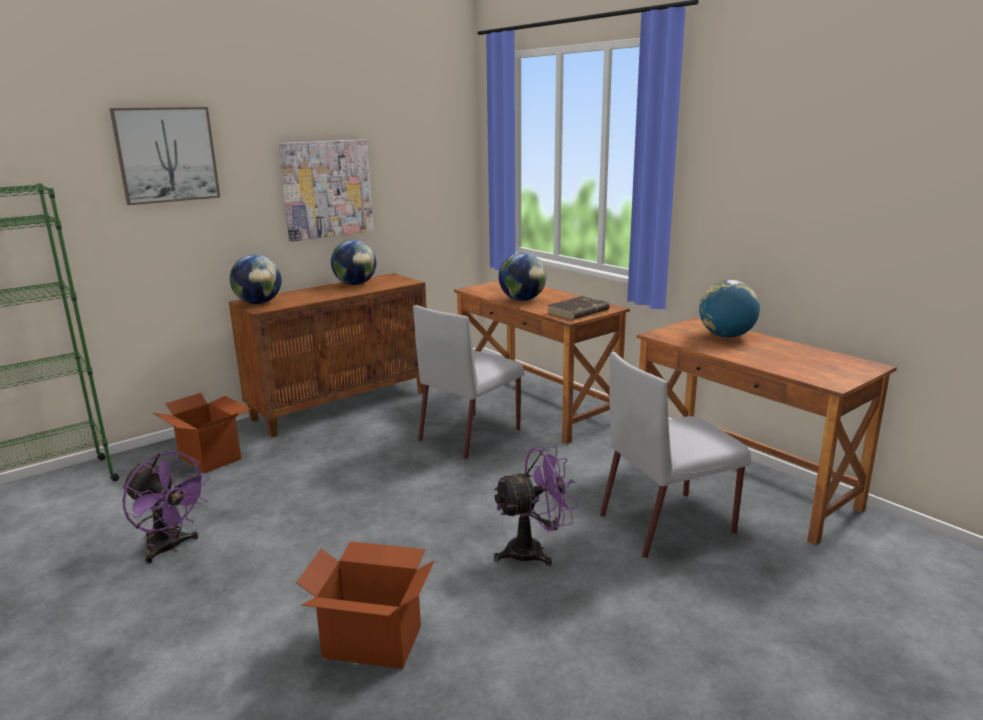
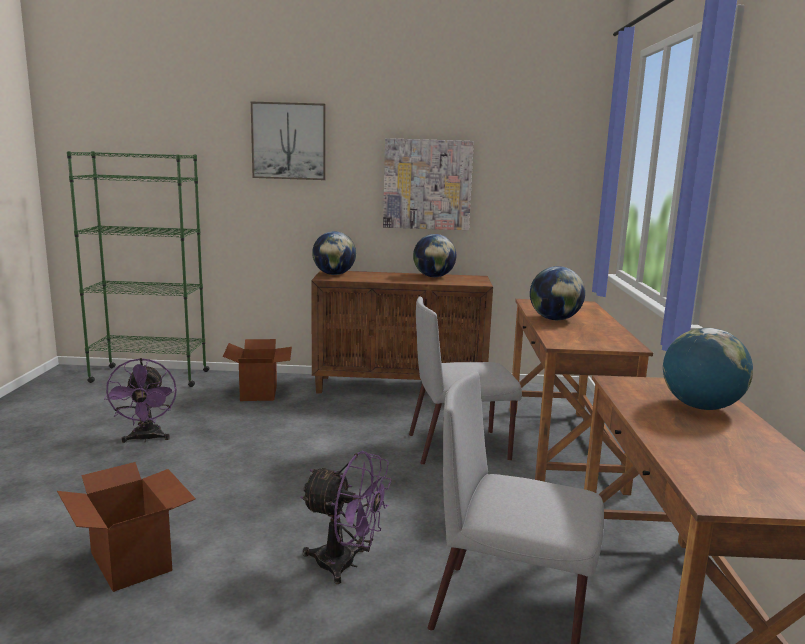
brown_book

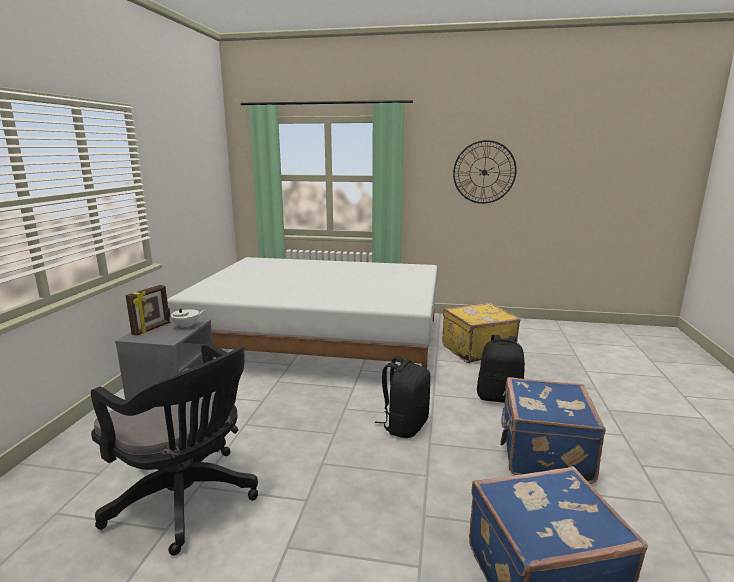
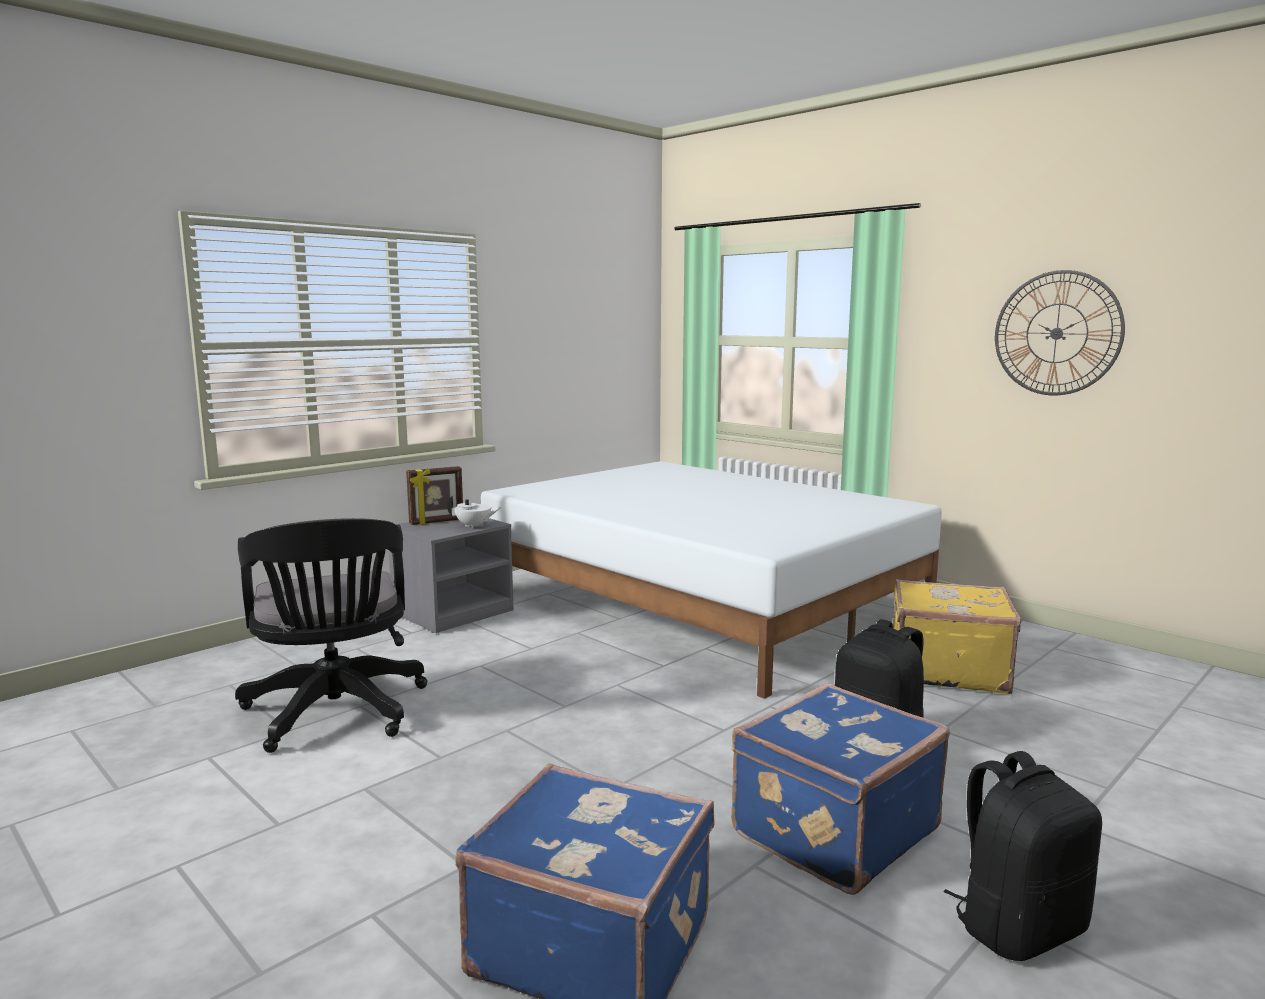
black_backpack (2nd from left)

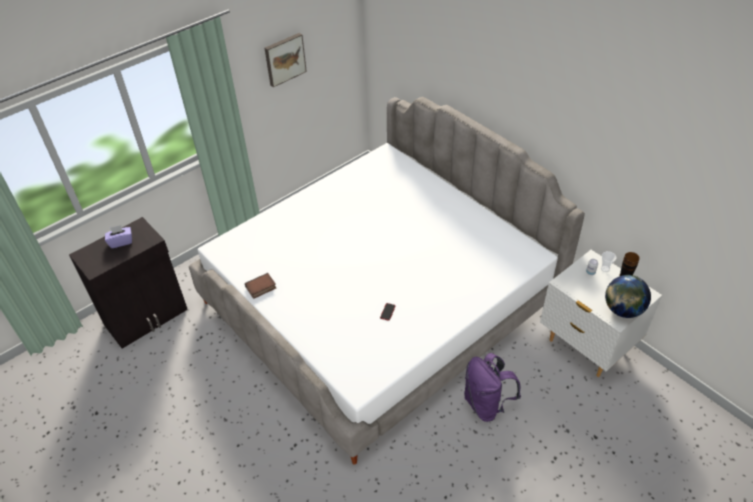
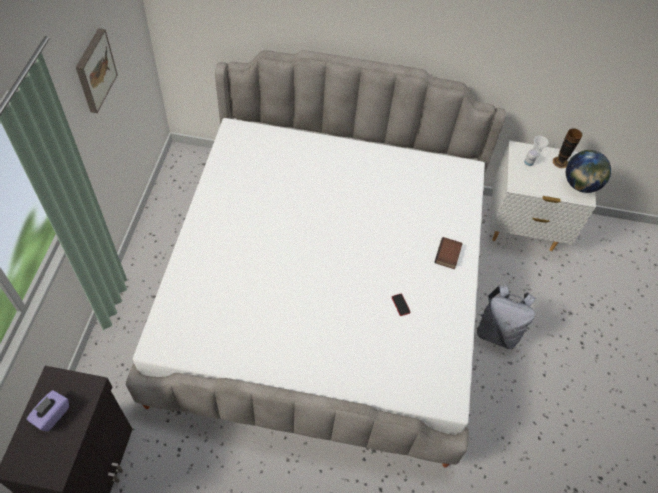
book
grey_backpack

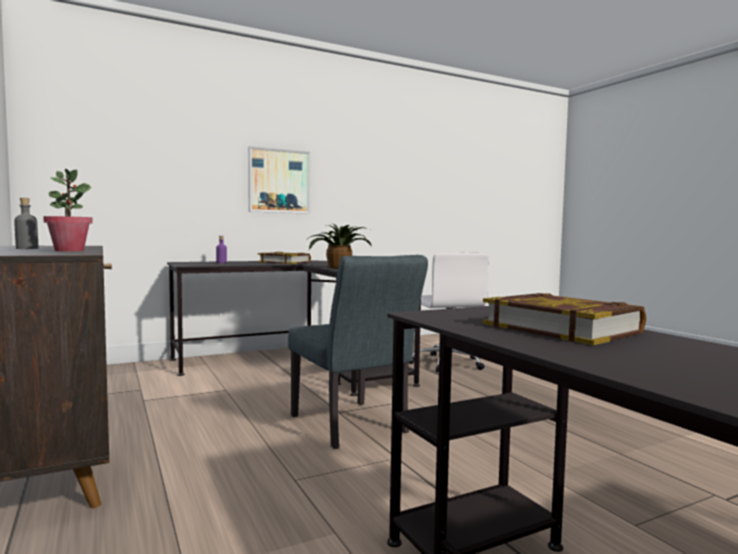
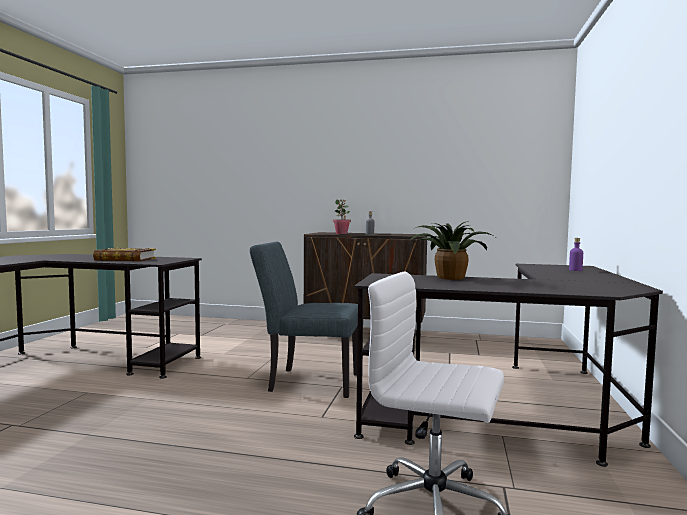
picture
book (1st from left in the first image)

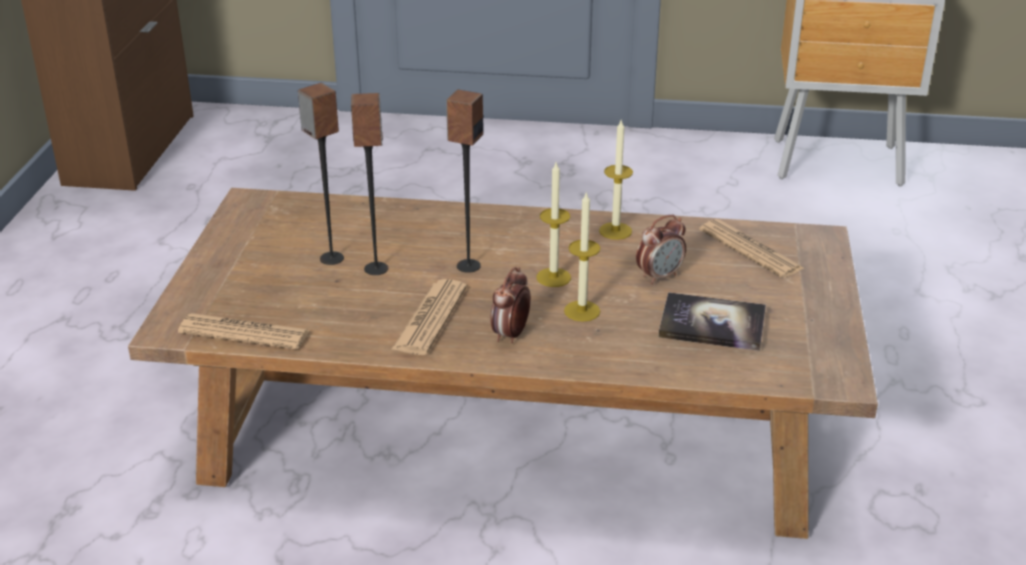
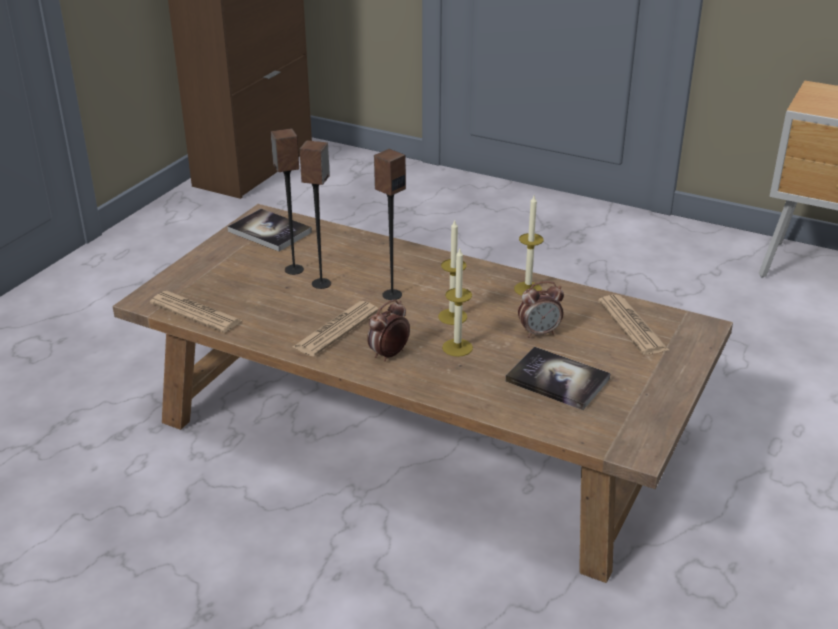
book (1st from left)

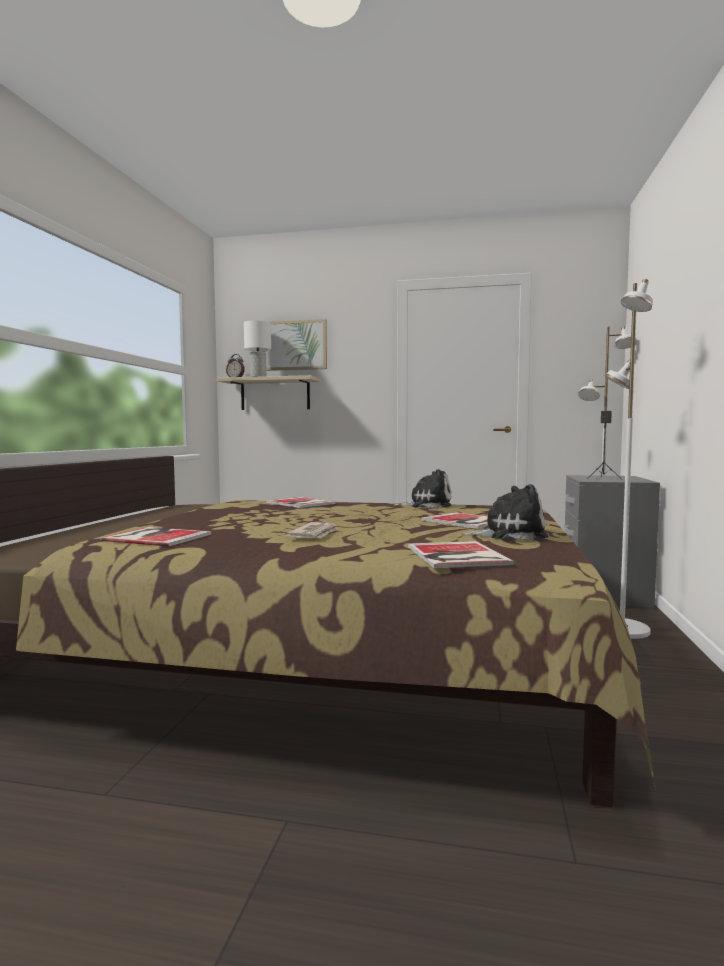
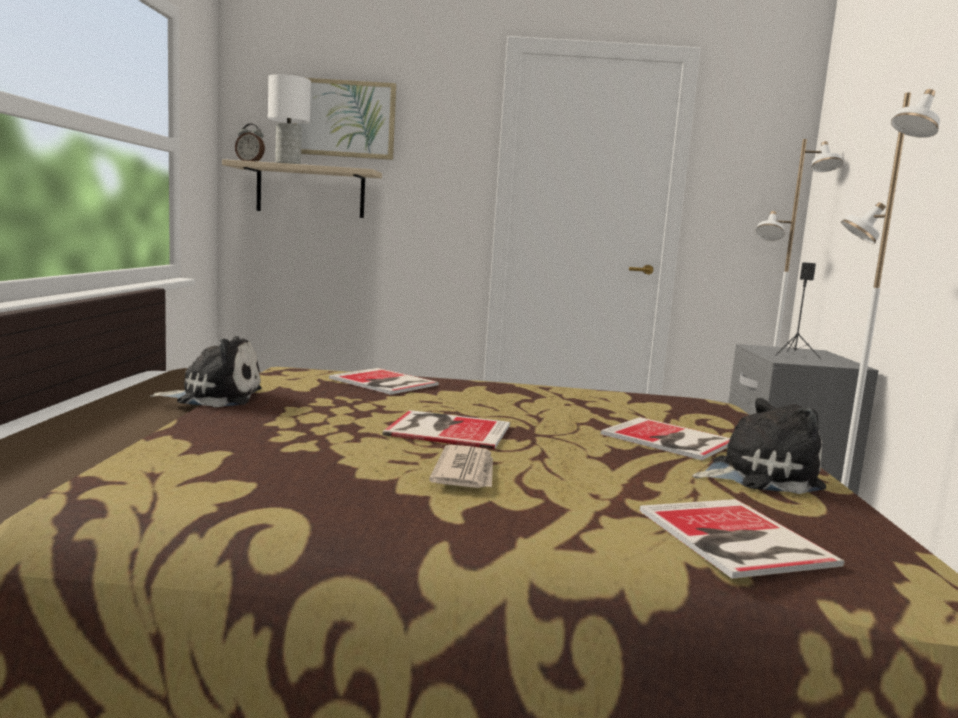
plush_toy (1st from left)
book (2nd from left)

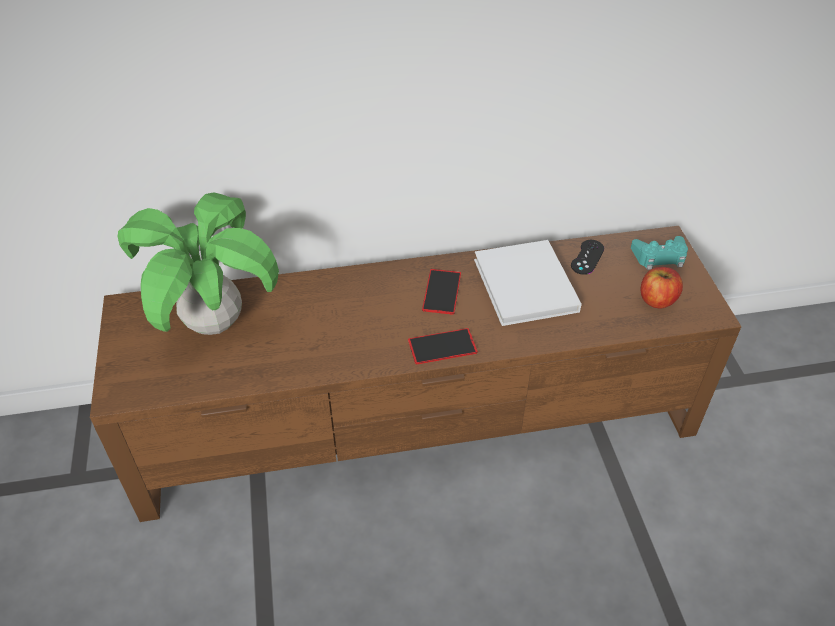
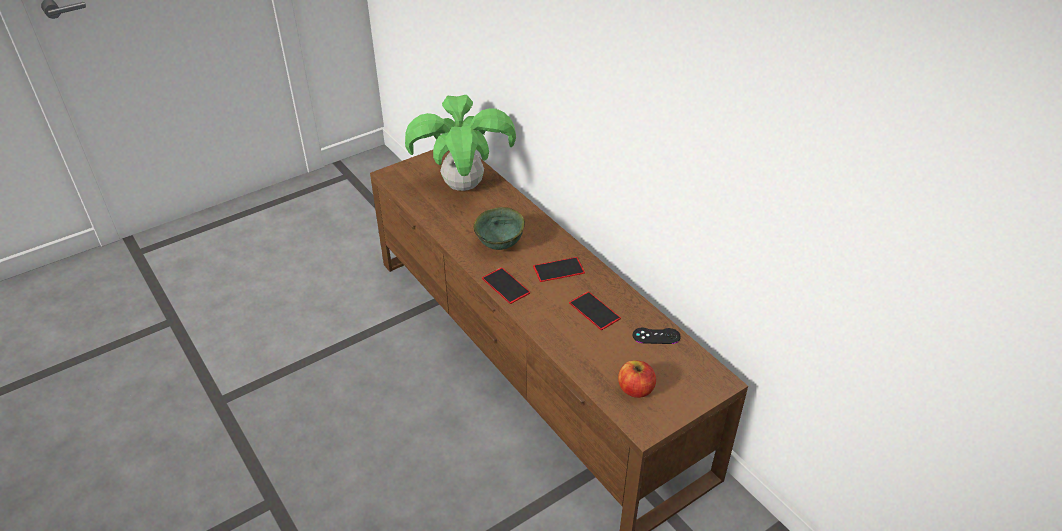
turquoise_game_controller
phone (3rd from left)
green_bowl

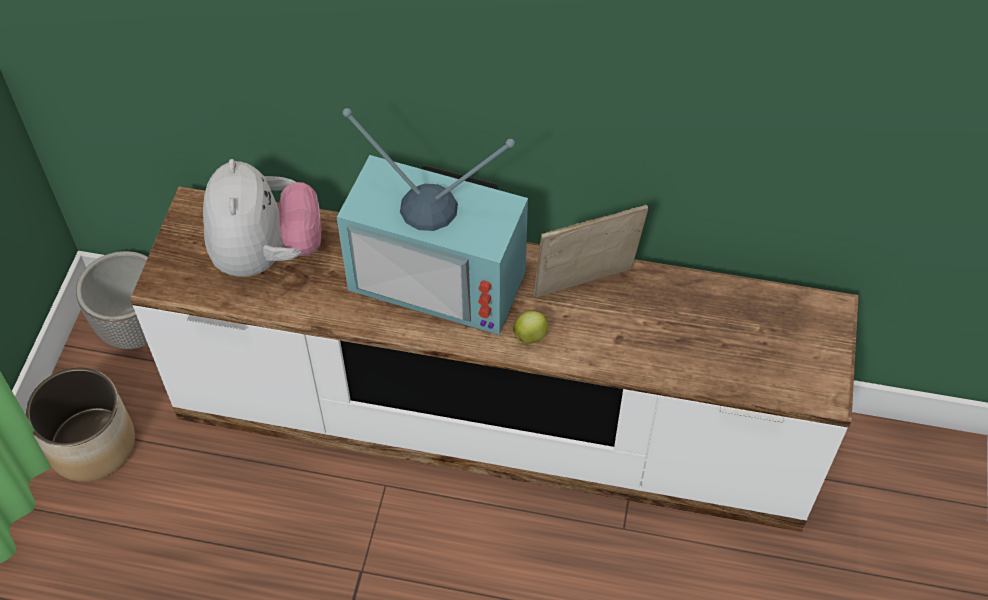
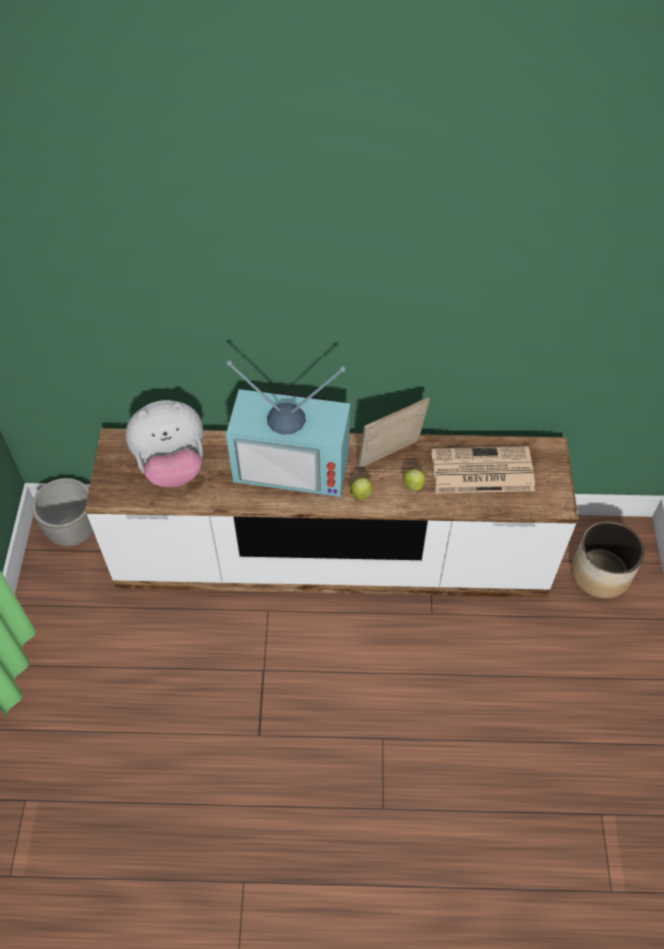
plush_toy
planter (2nd from left)
newspaper
apple (2nd from left)

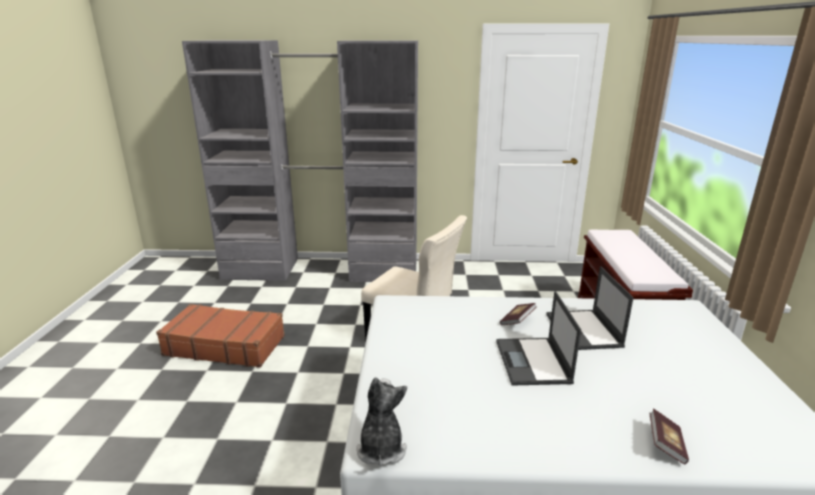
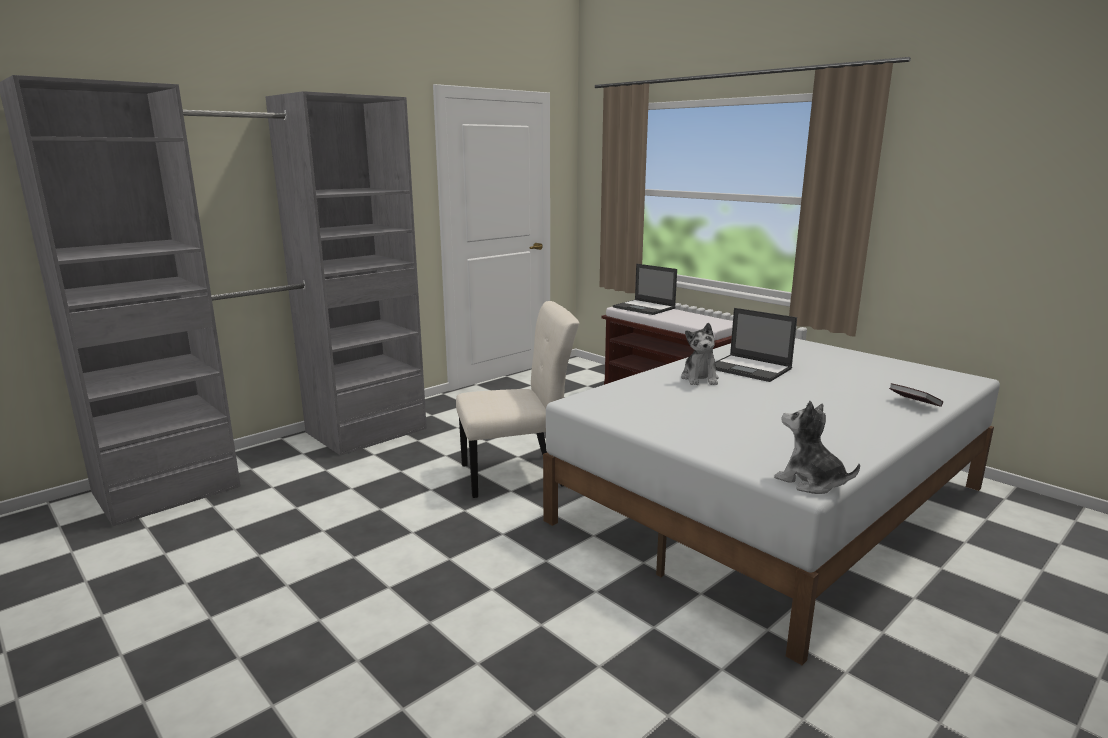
laptop (1st from left)
plush_toy (1st from left)
brown_suitcase

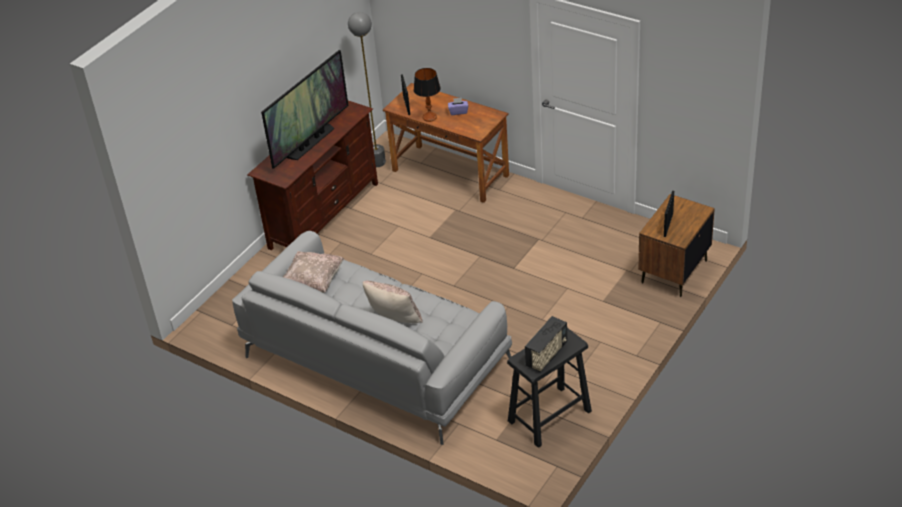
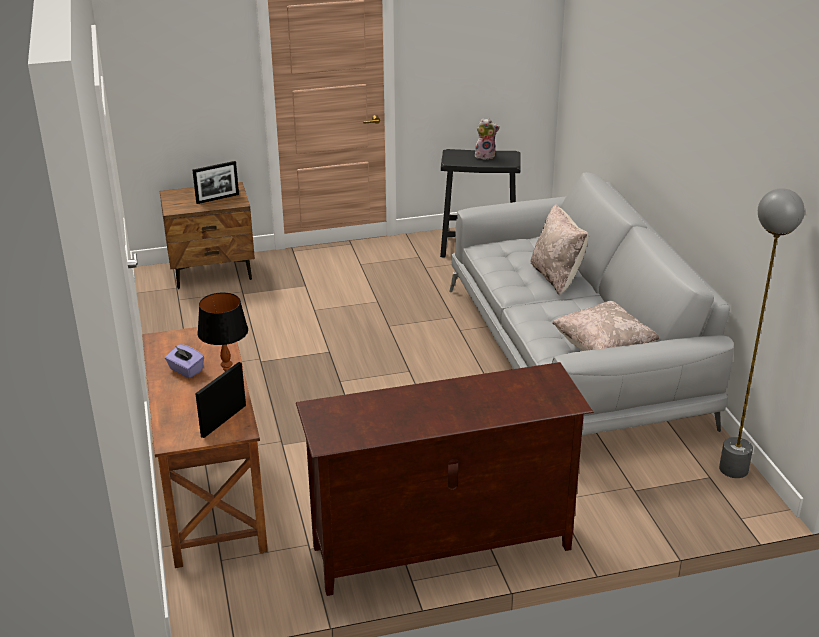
grey_floor_lamp
television
plush_toy

